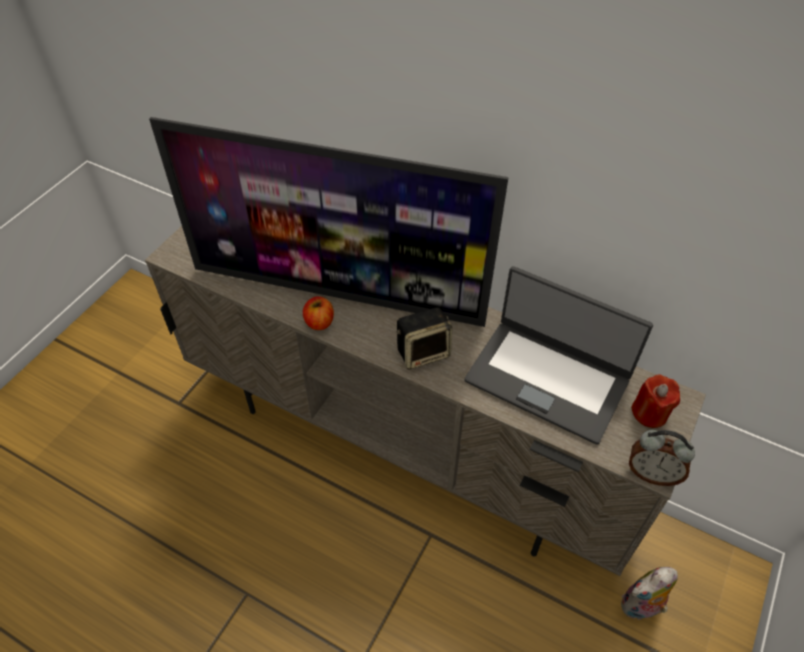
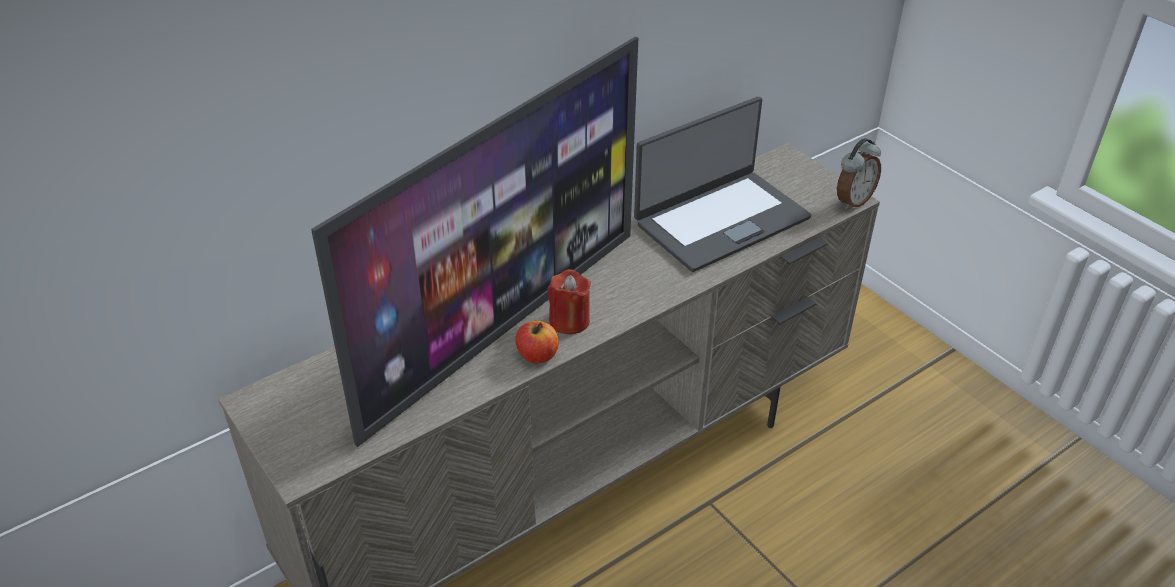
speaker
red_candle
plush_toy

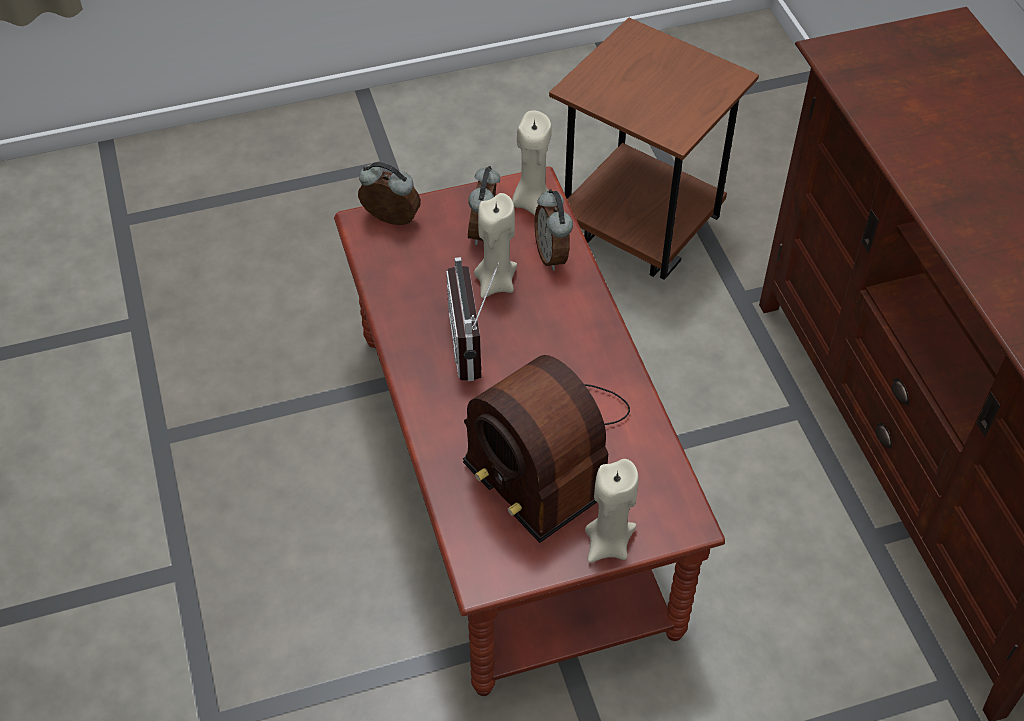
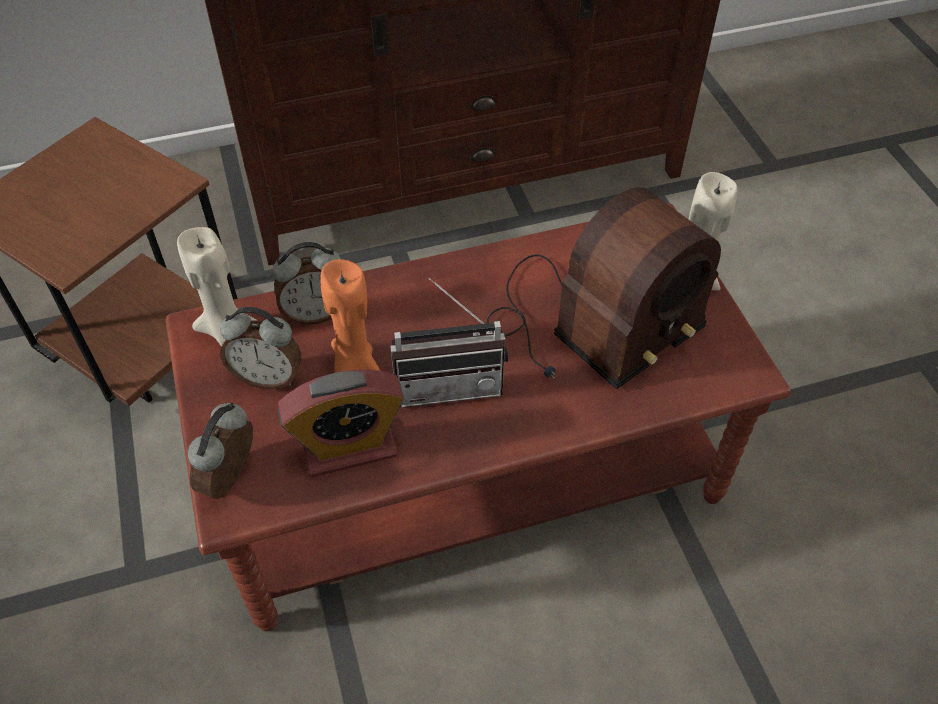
orange_candle
alarm_clock (4th from left)

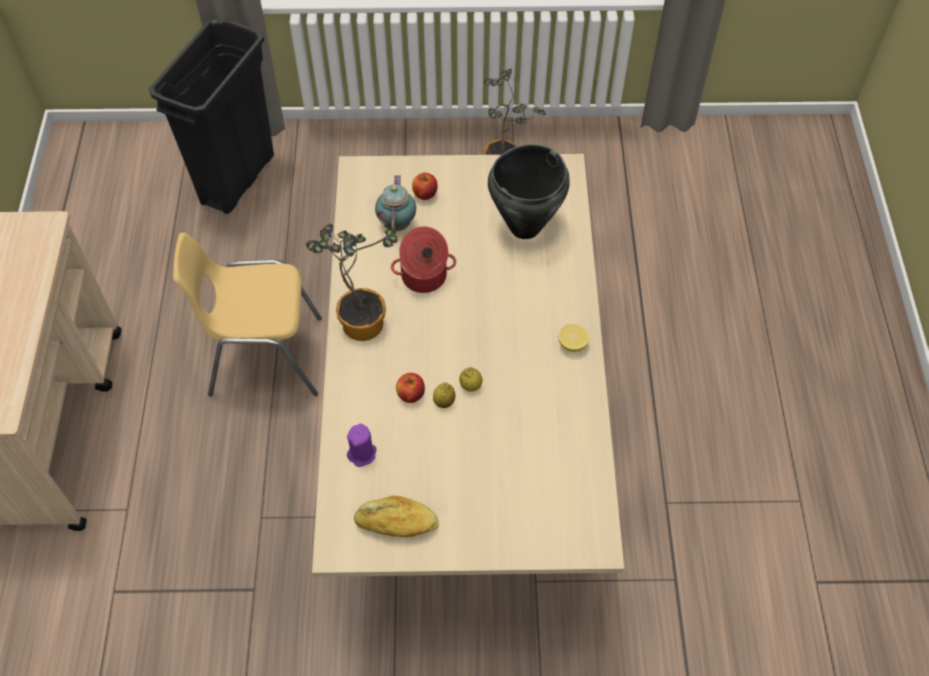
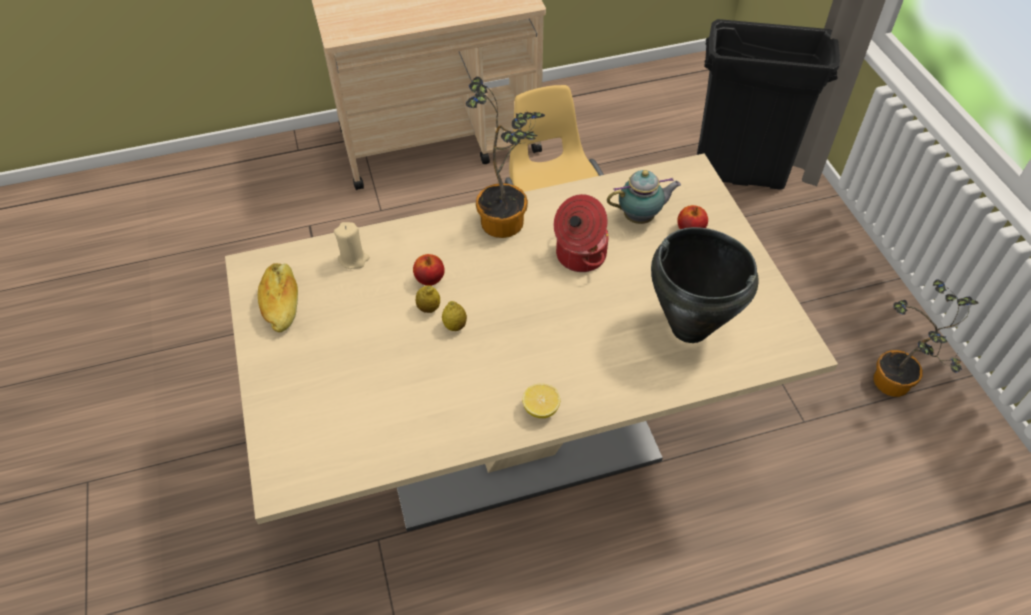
beige_candle

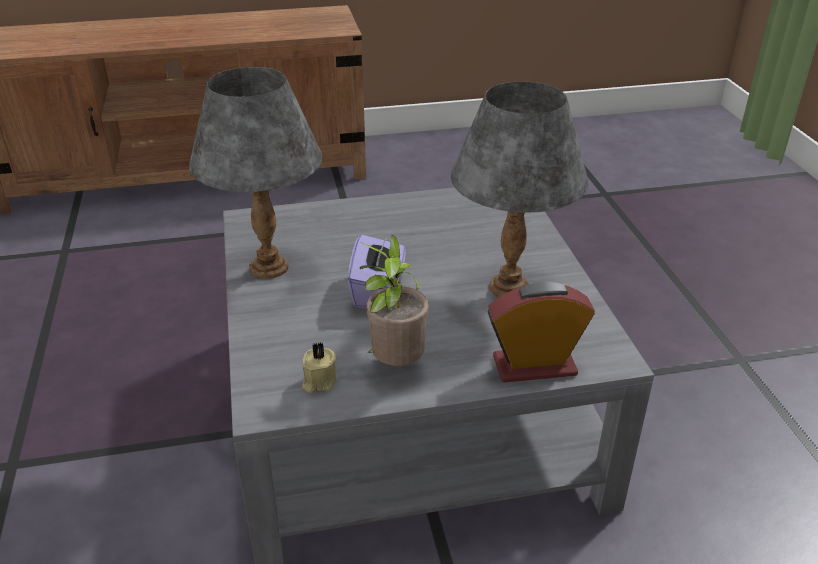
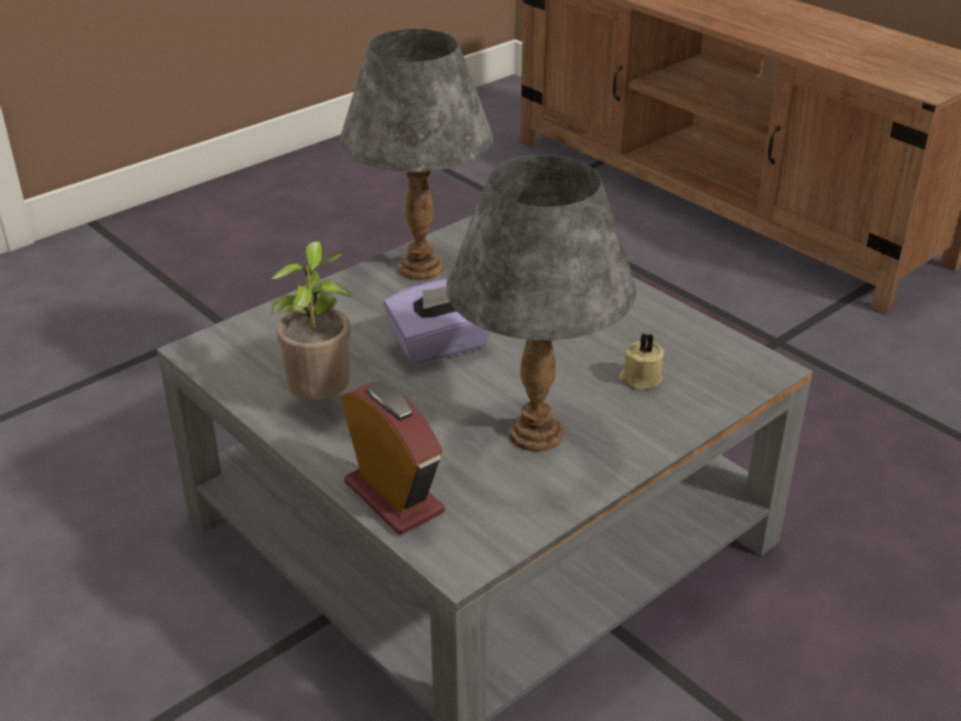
beige_candle

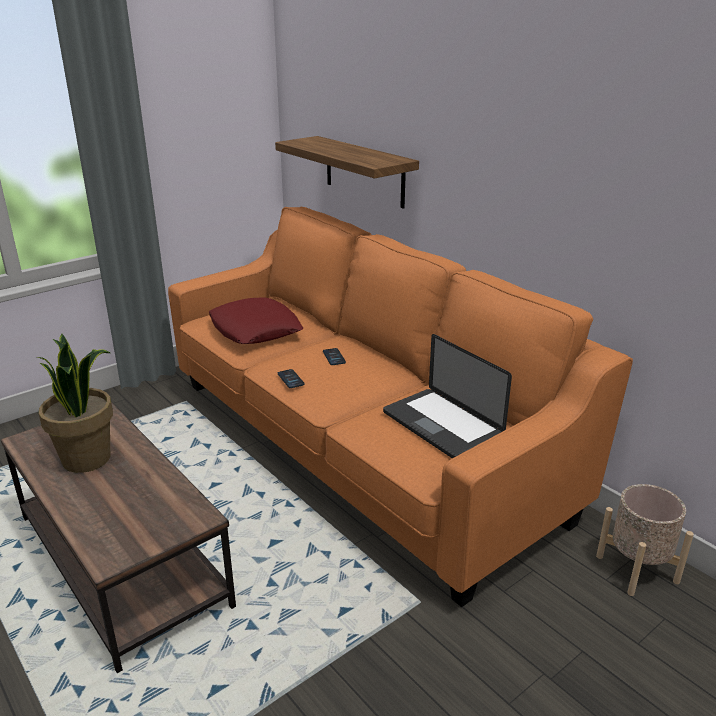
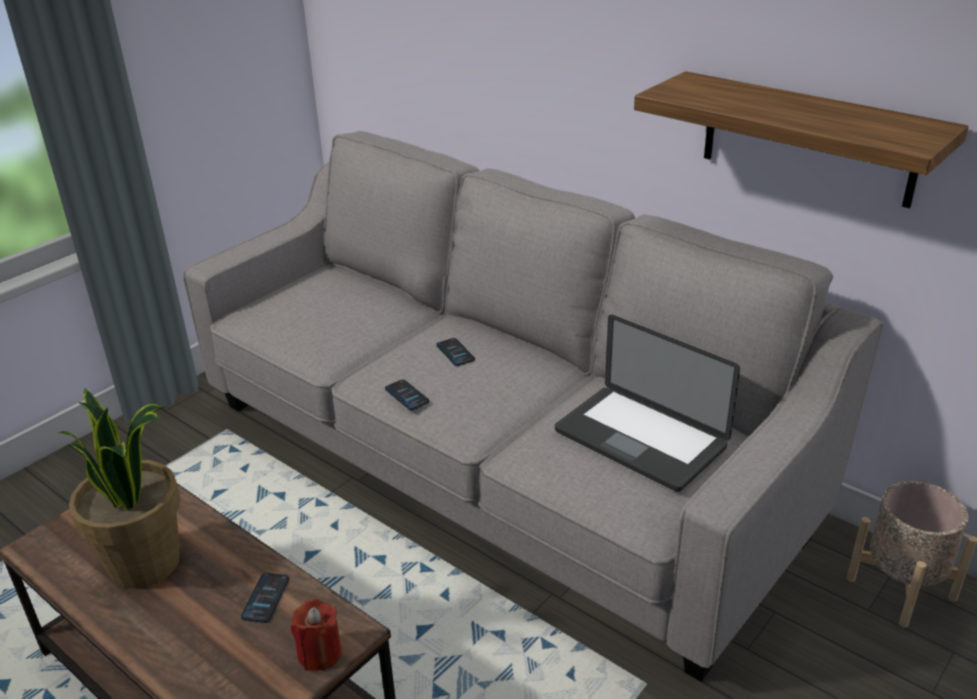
shelf
grey_sofa
red_pillow
phone (1st from left)
red_candle

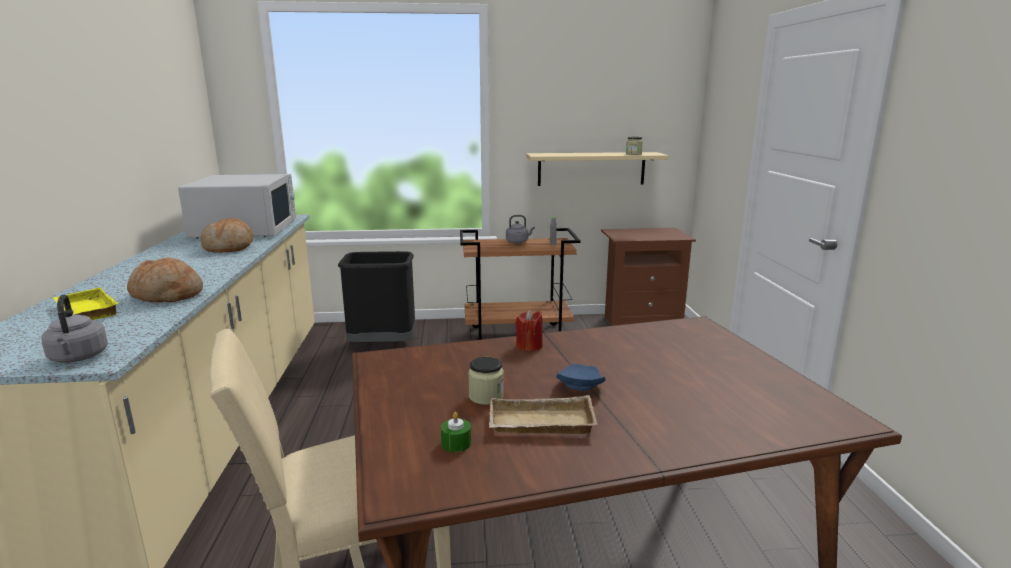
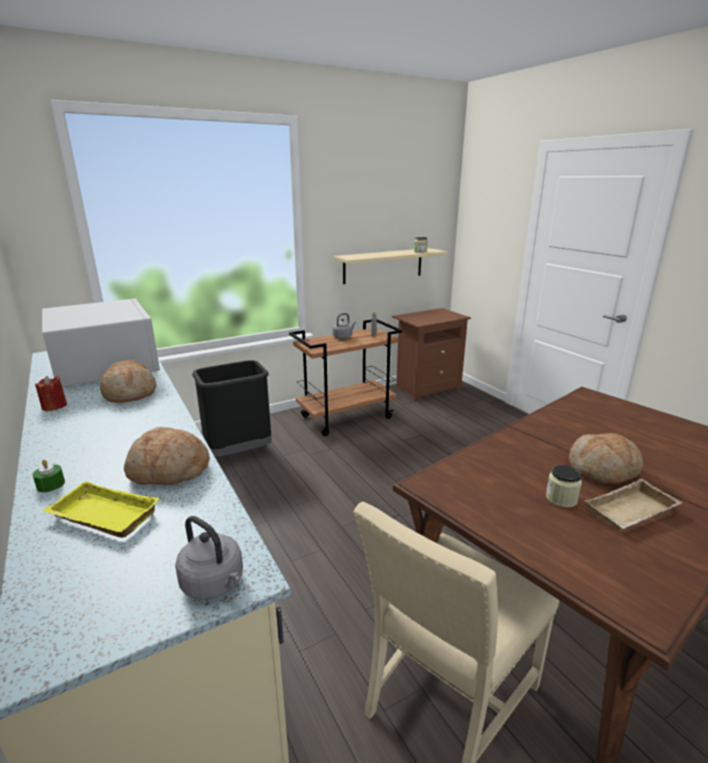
red_candle
bread (3rd from left)
green_candle

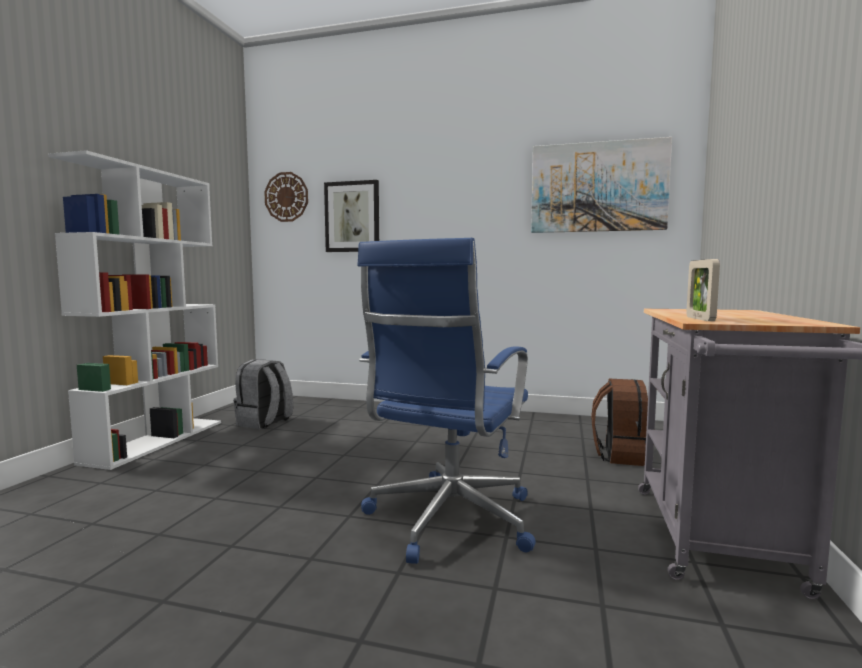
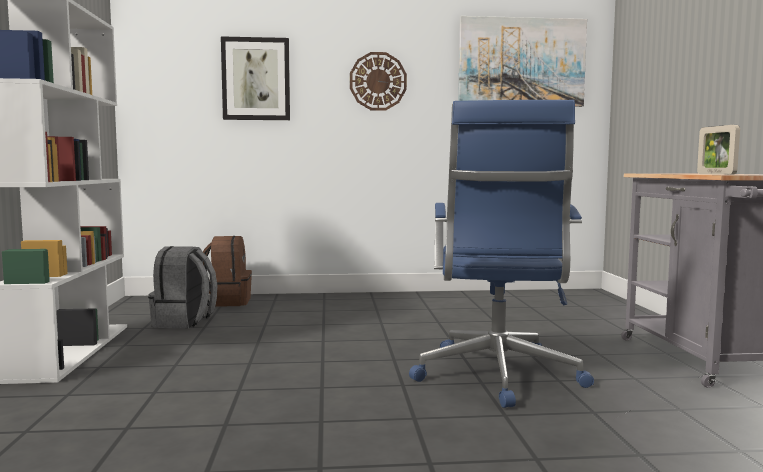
wall_clock
brown_backpack

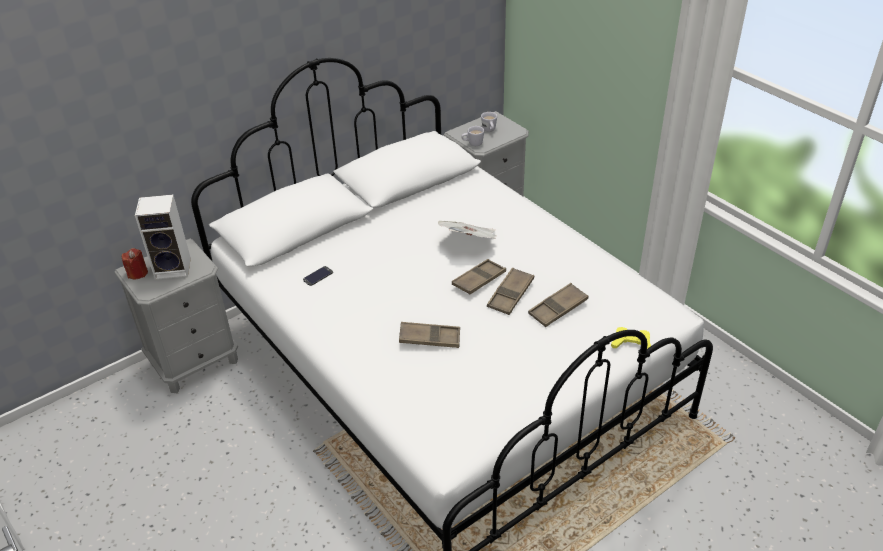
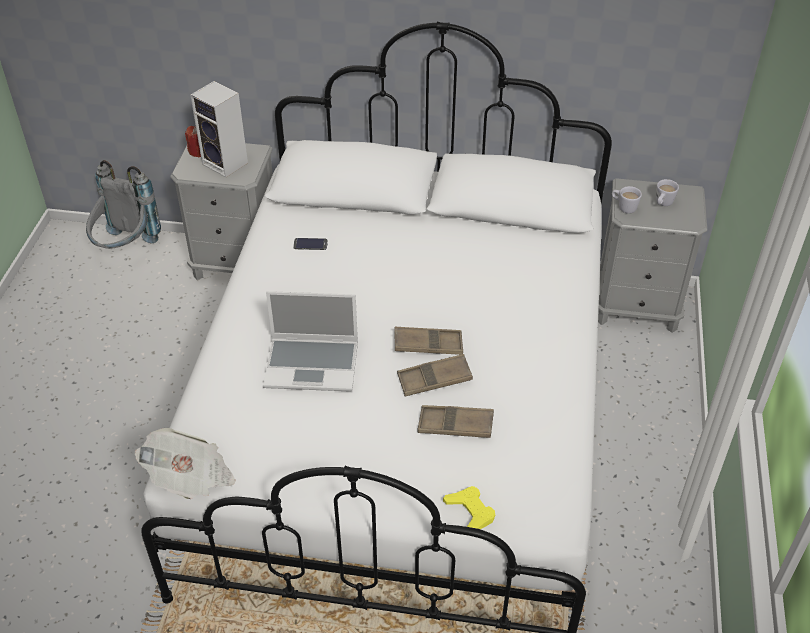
newspaper
laptop
grey_backpack

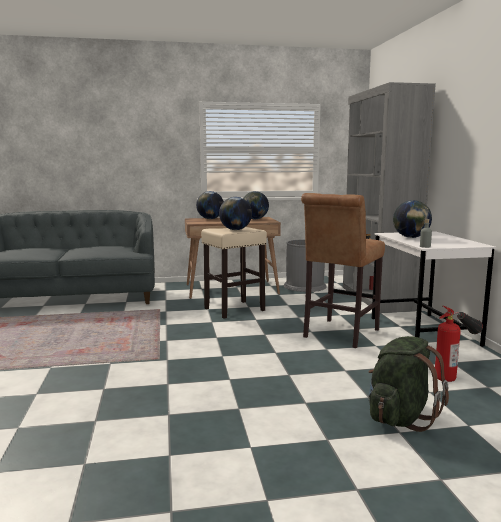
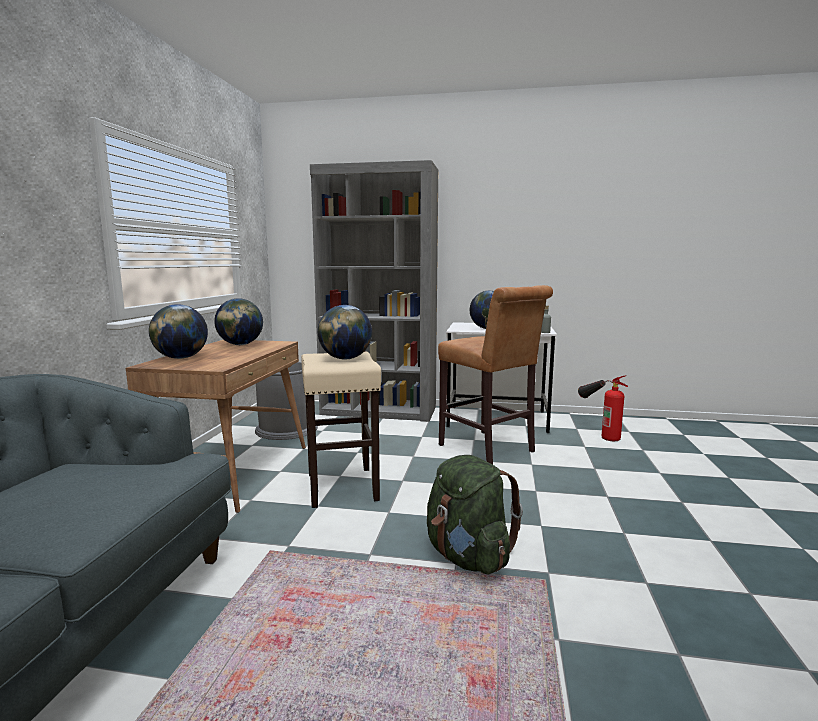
green_backpack

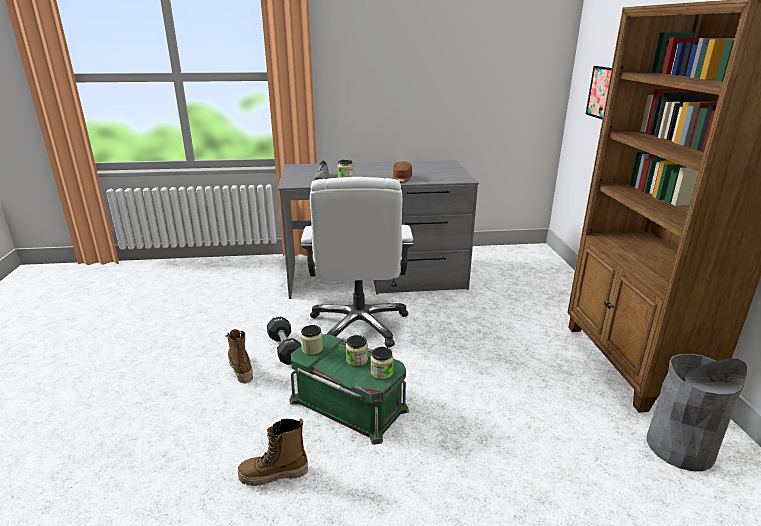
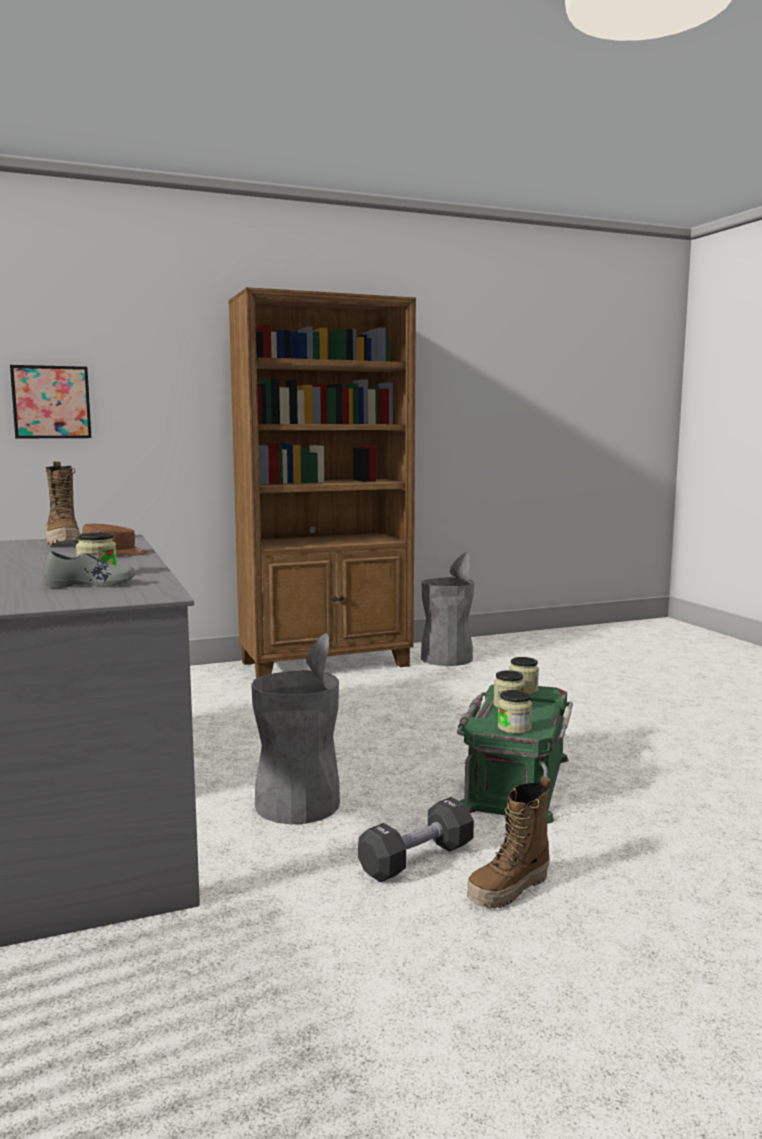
grey_trash_can (1st from left)
boot (1st from left)

